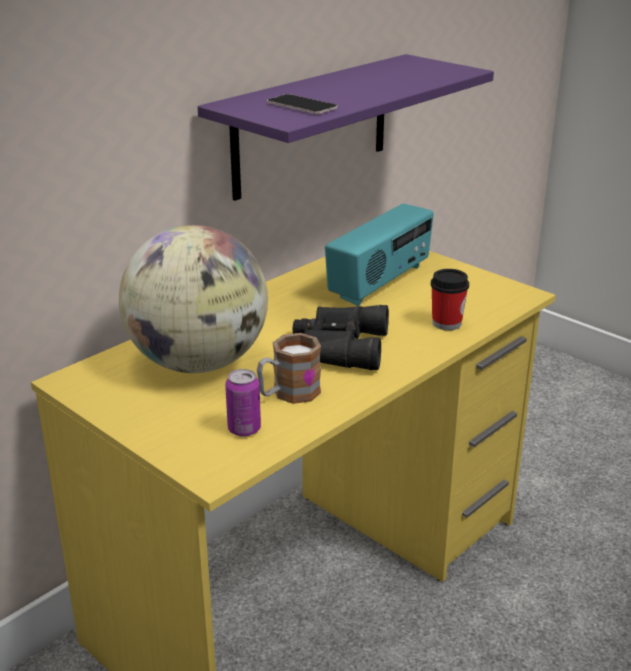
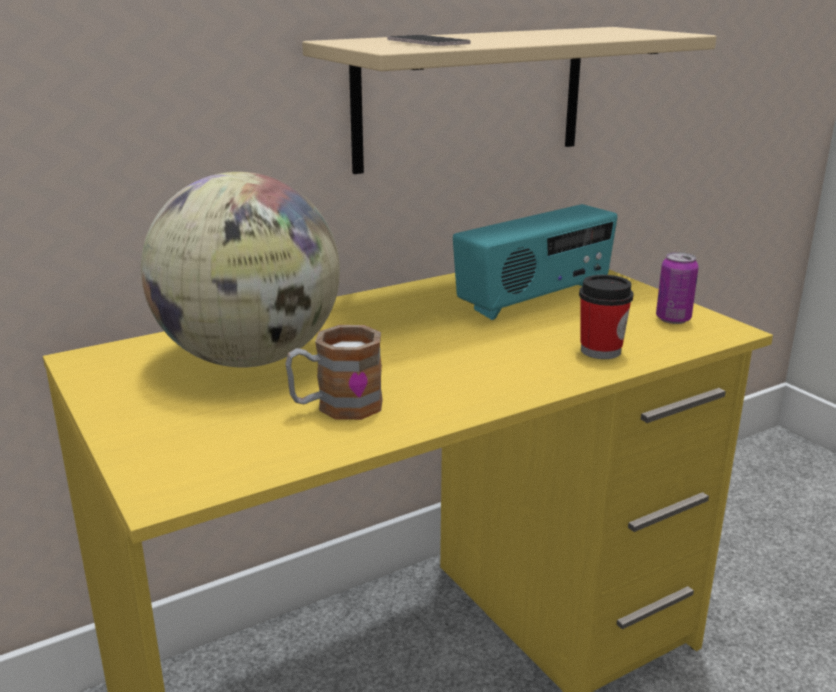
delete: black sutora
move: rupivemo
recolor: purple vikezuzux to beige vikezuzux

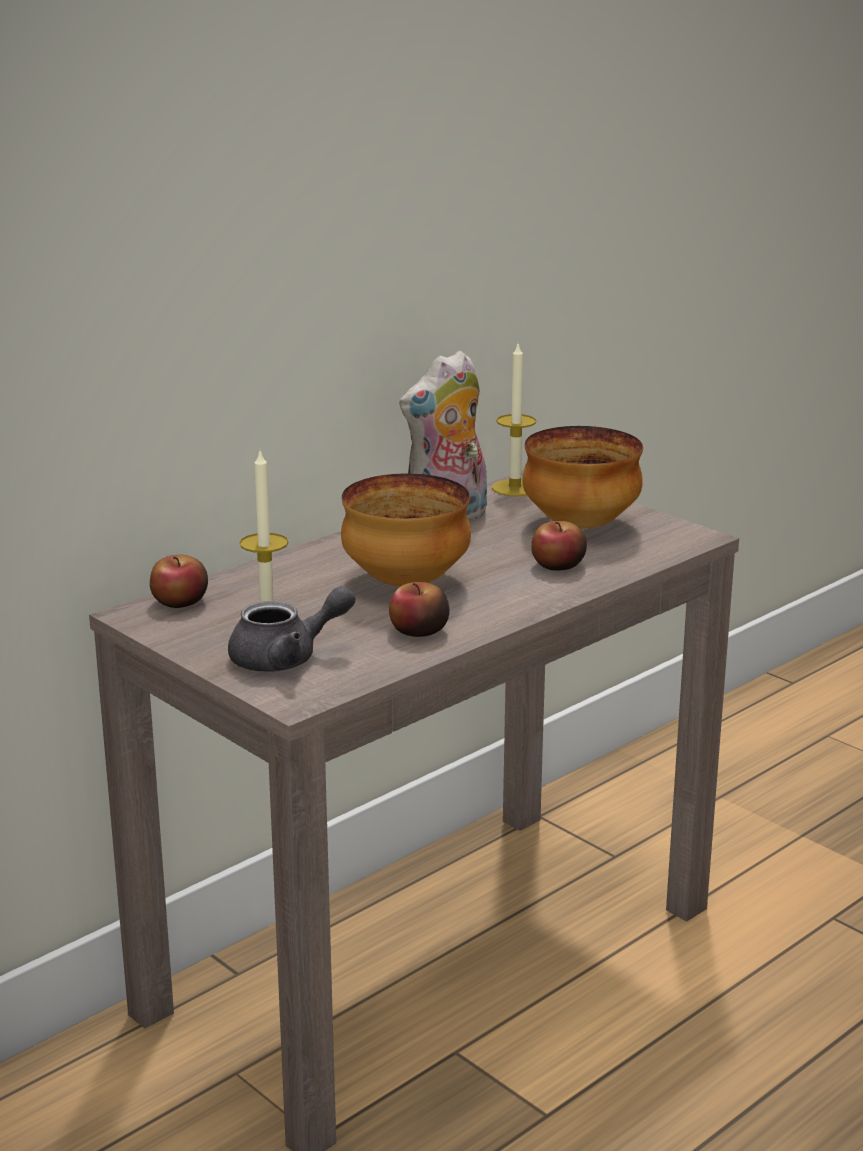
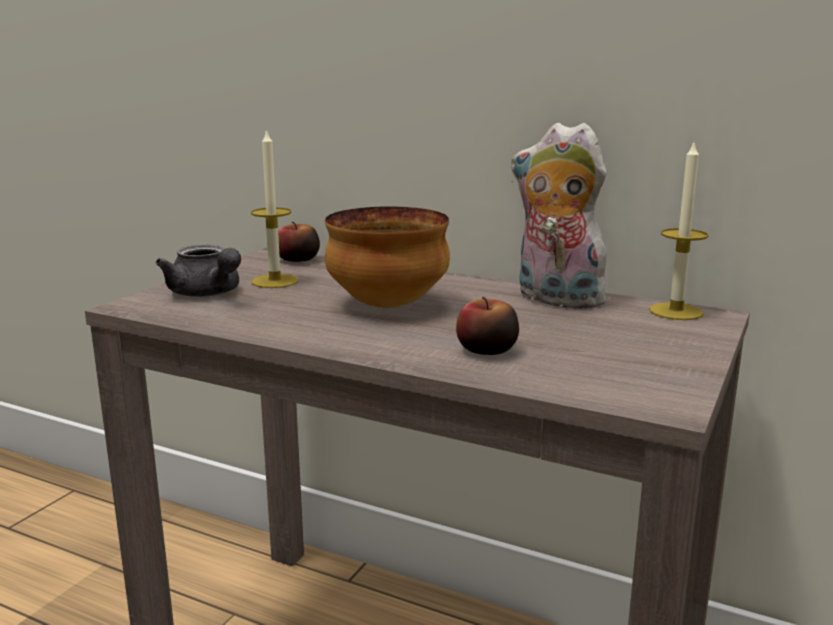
delete: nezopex (2nd from left); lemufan (2nd from left)

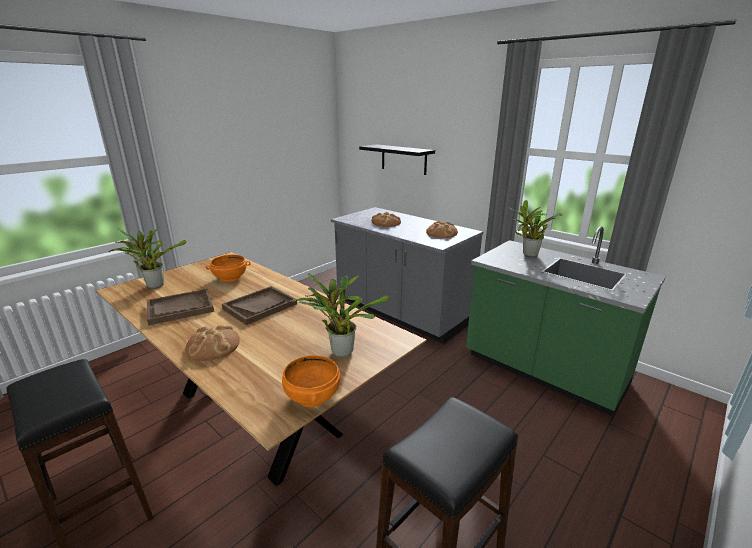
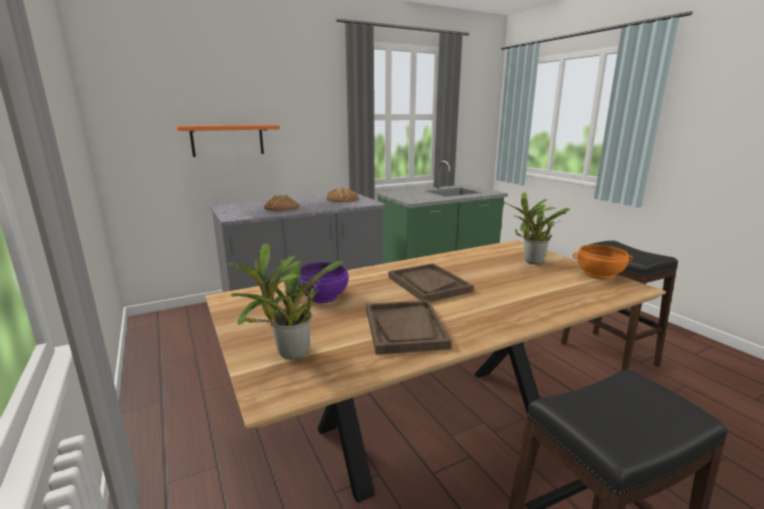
delete: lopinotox (1st from left); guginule (3rd from left)
recolor: black vikezuzux to orange vikezuzux; orange lemufan (1st from left) to purple lemufan

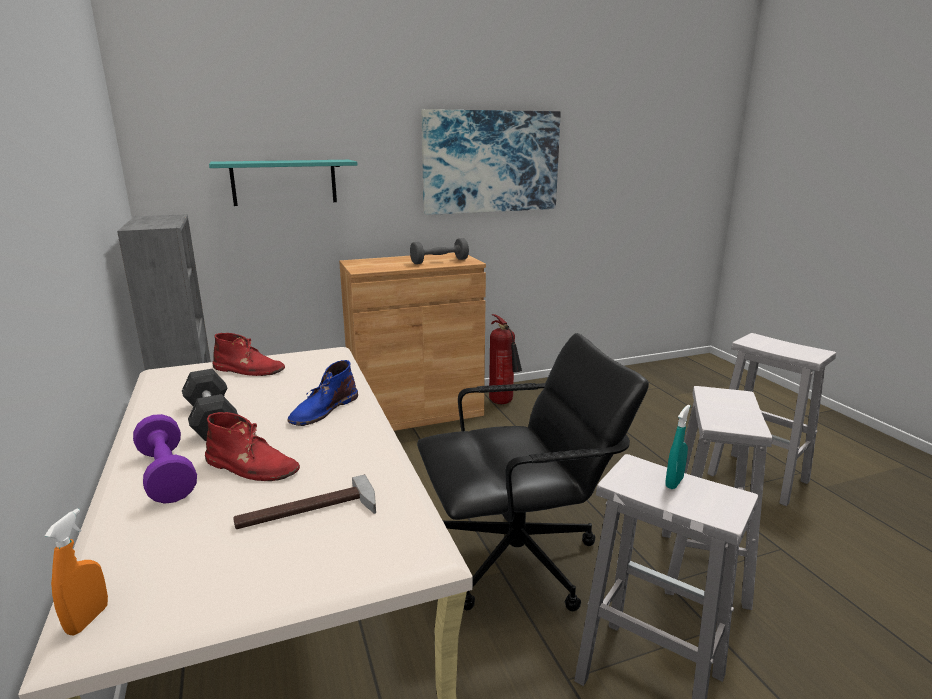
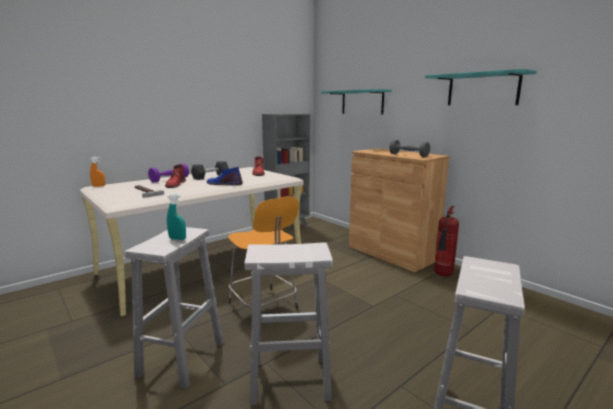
replace: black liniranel to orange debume; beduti to turquoise vikezuzux (2nd from left)

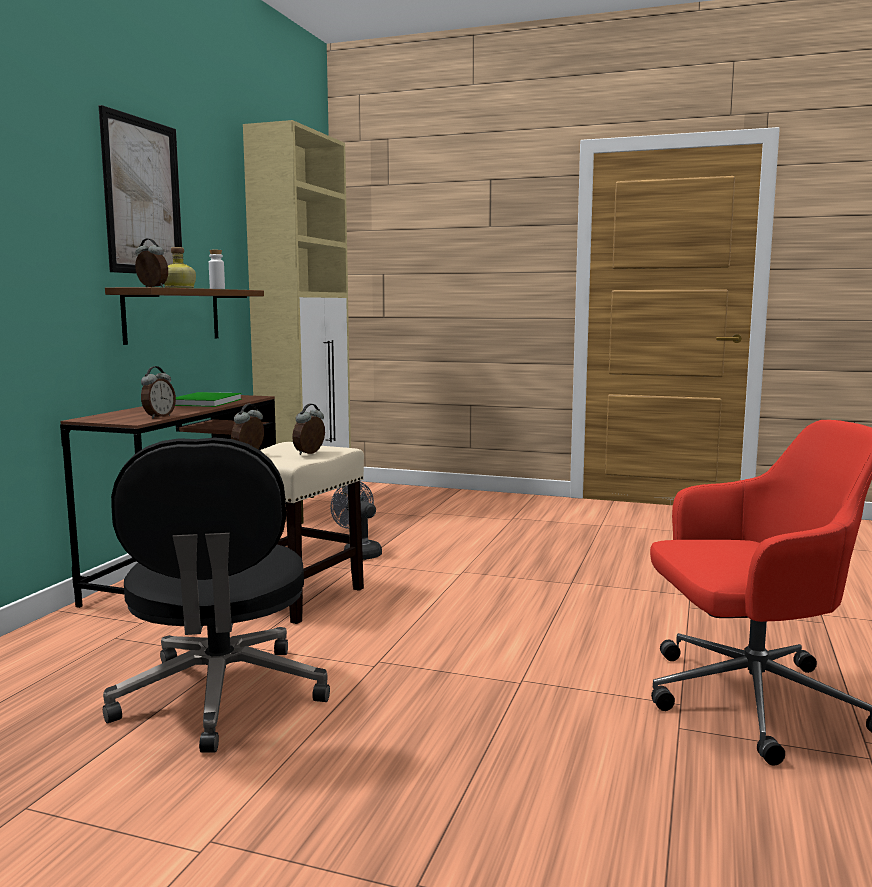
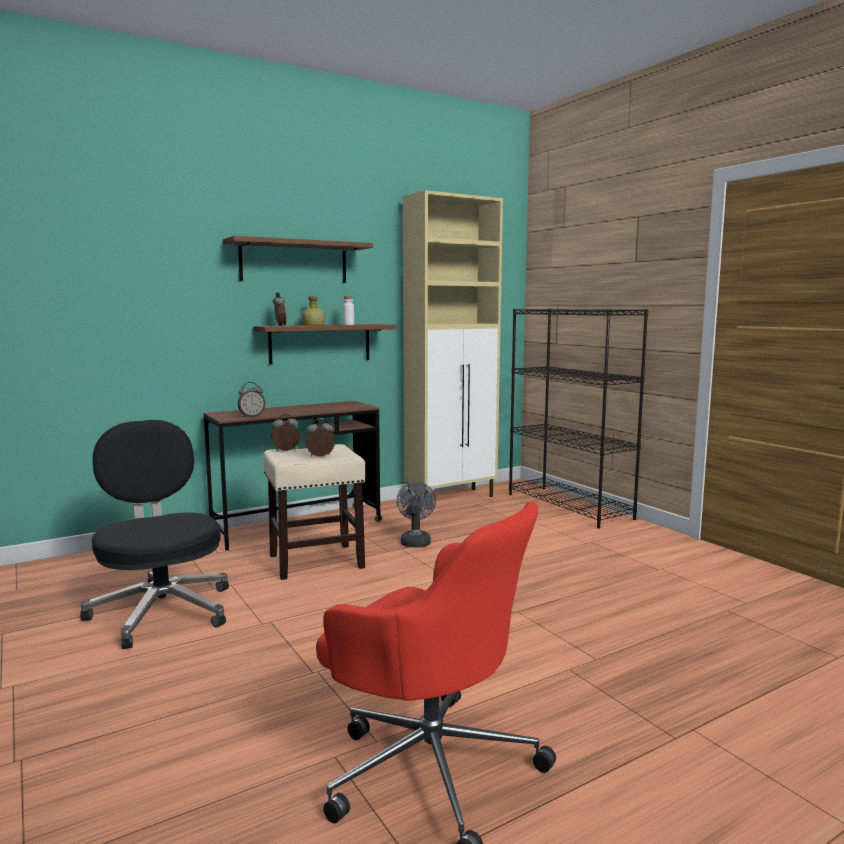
delete: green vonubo
insert: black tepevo
replace: beduti to brown vikezuzux (1st from left)
rotate: black liniranel 120 degrees clockwise

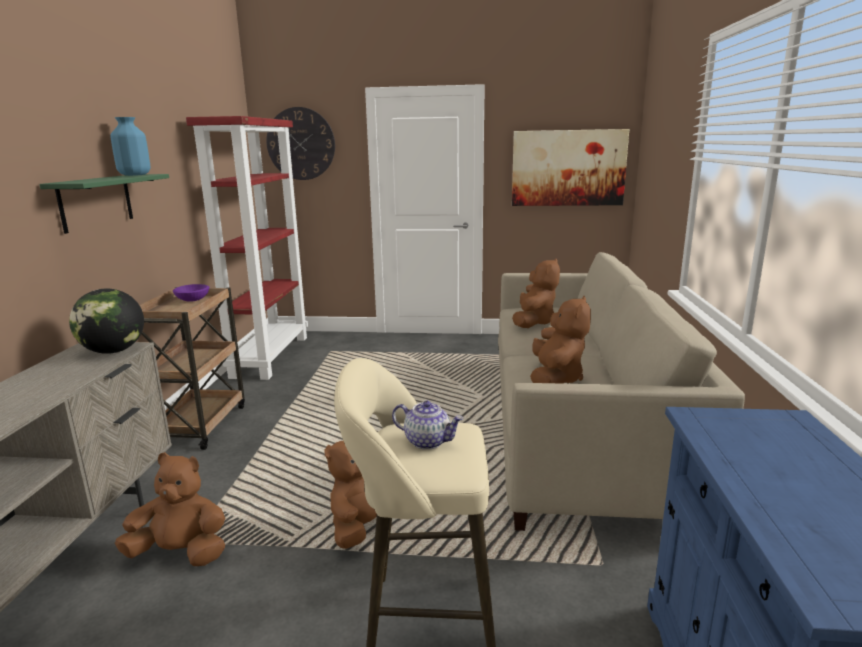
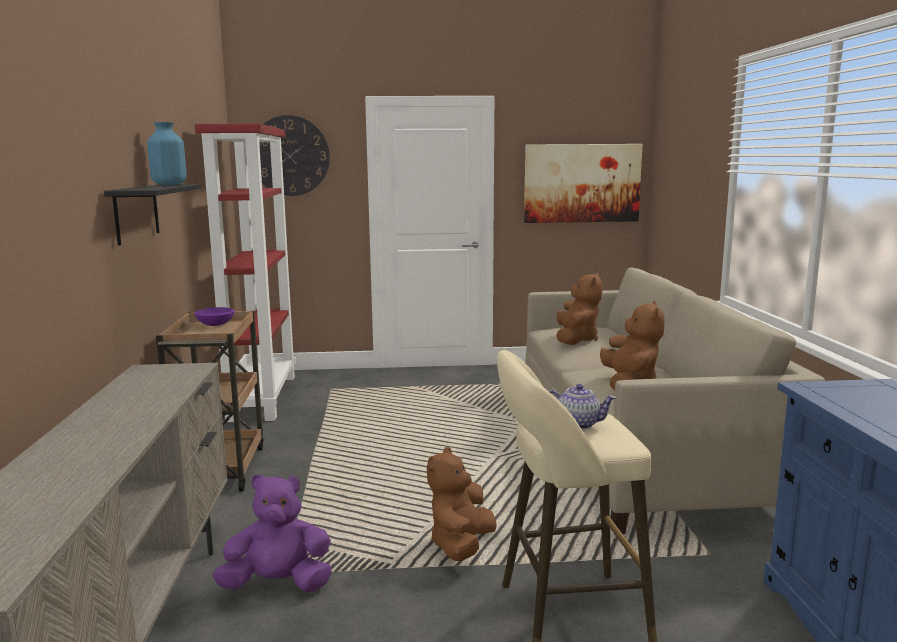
delete: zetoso
recolor: green vikezuzux to black vikezuzux; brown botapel (1st from left) to purple botapel

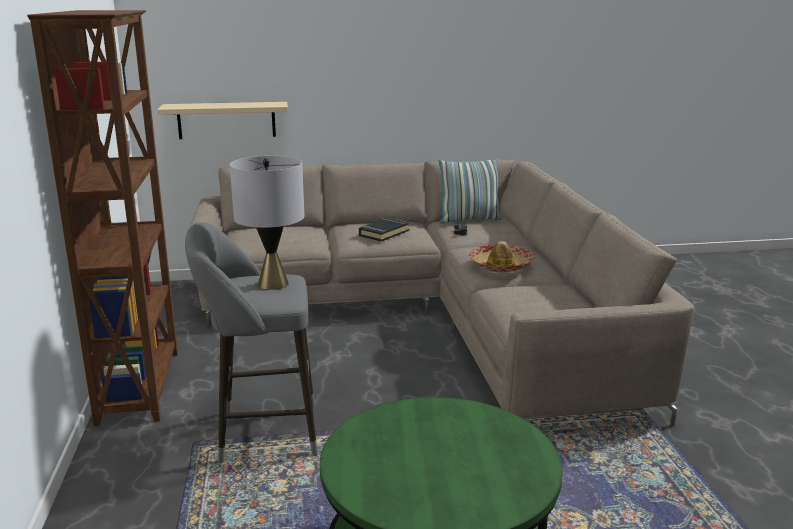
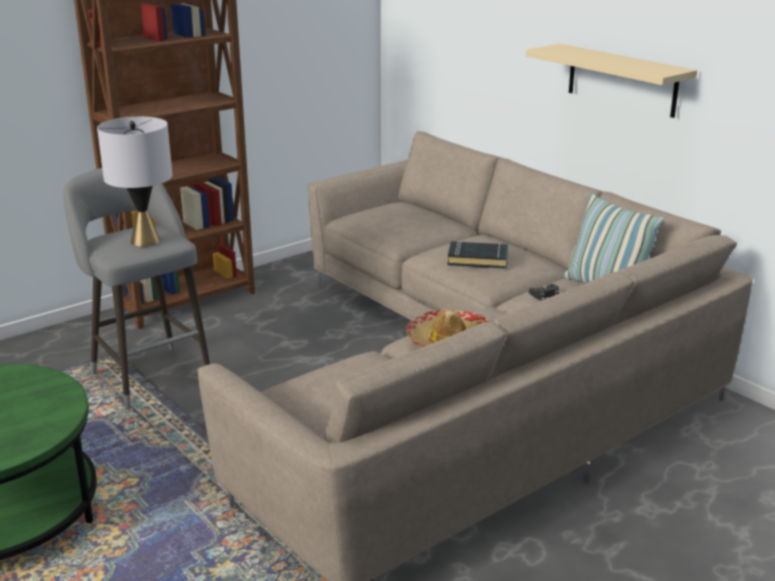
move: beige vikezuzux

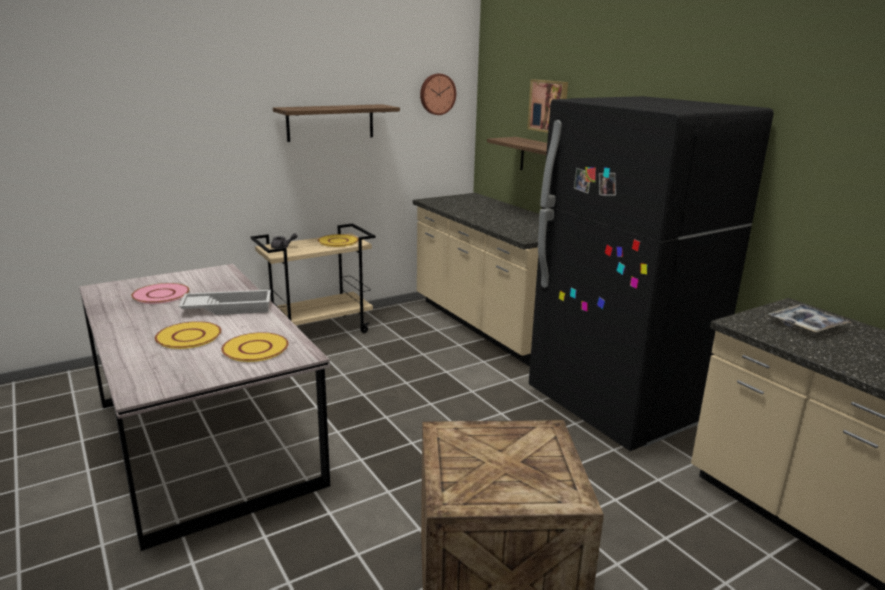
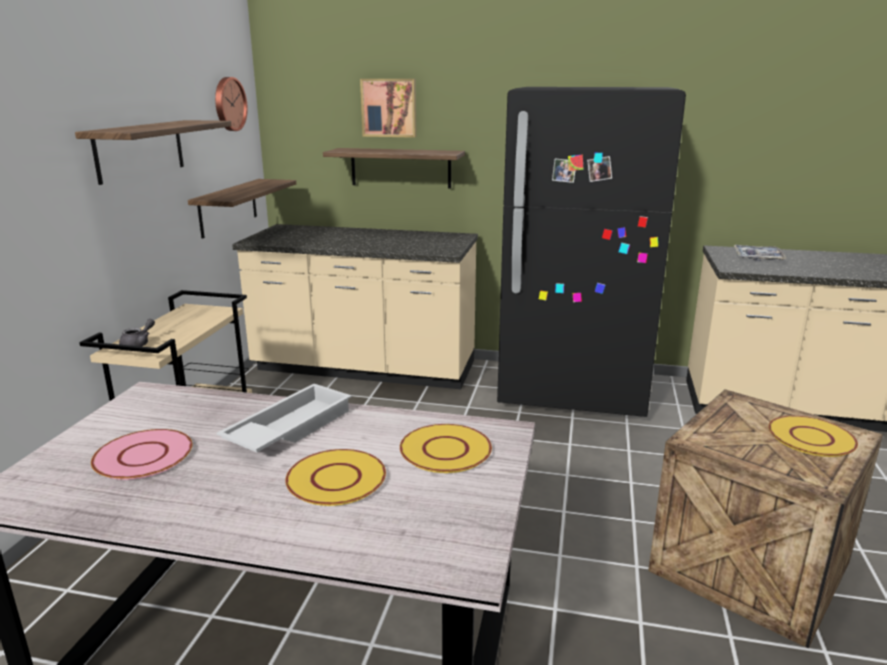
insert: vikezuzux (2nd from left)
move: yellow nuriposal (3rd from left)

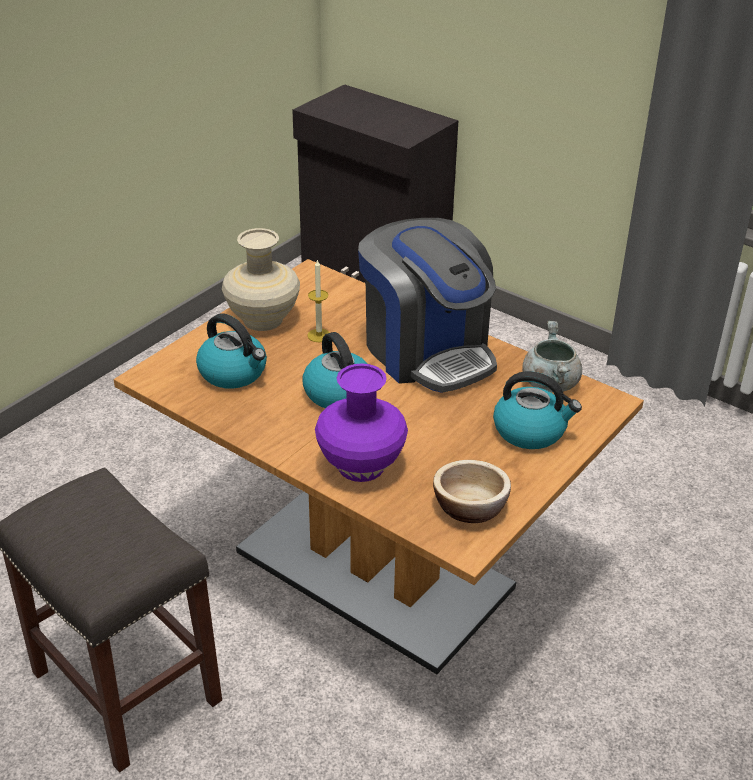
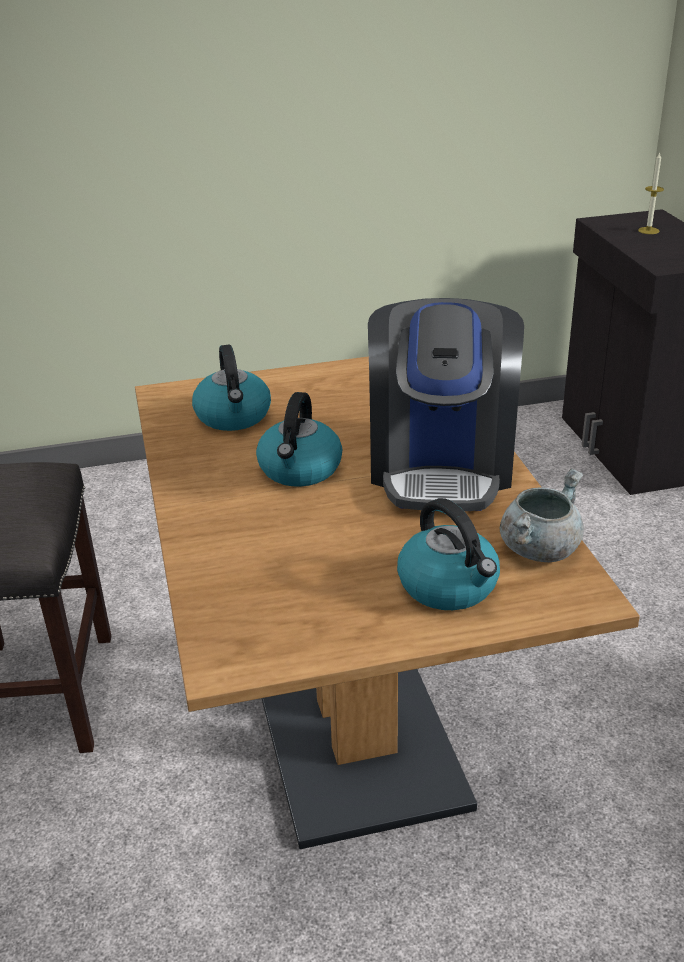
delete: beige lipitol; purple lipitol; lemufan
move: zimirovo

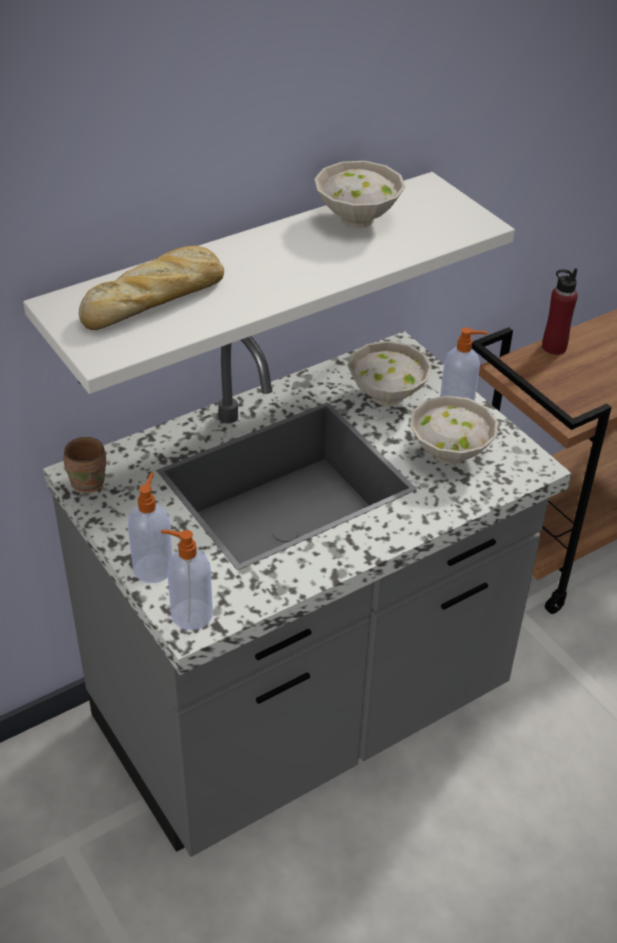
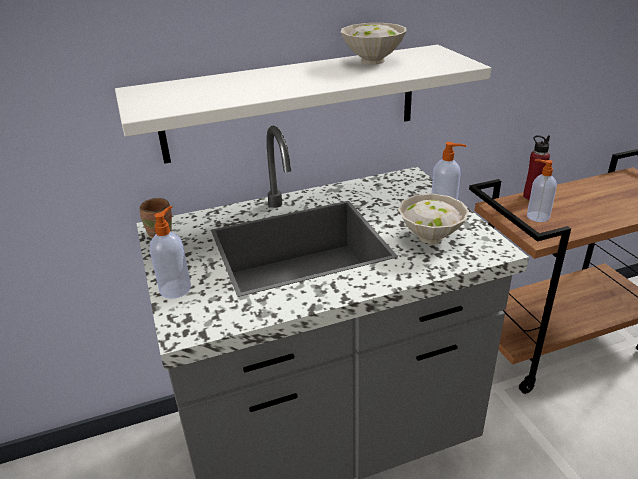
delete: lopinotox; white lemufan (2nd from left)
move: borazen (2nd from left in the first image) to borazen (3rd from left)

